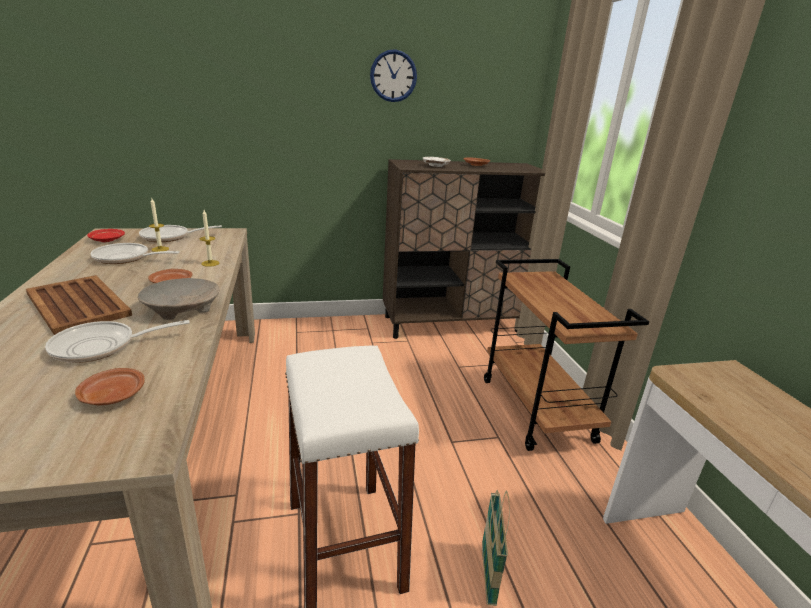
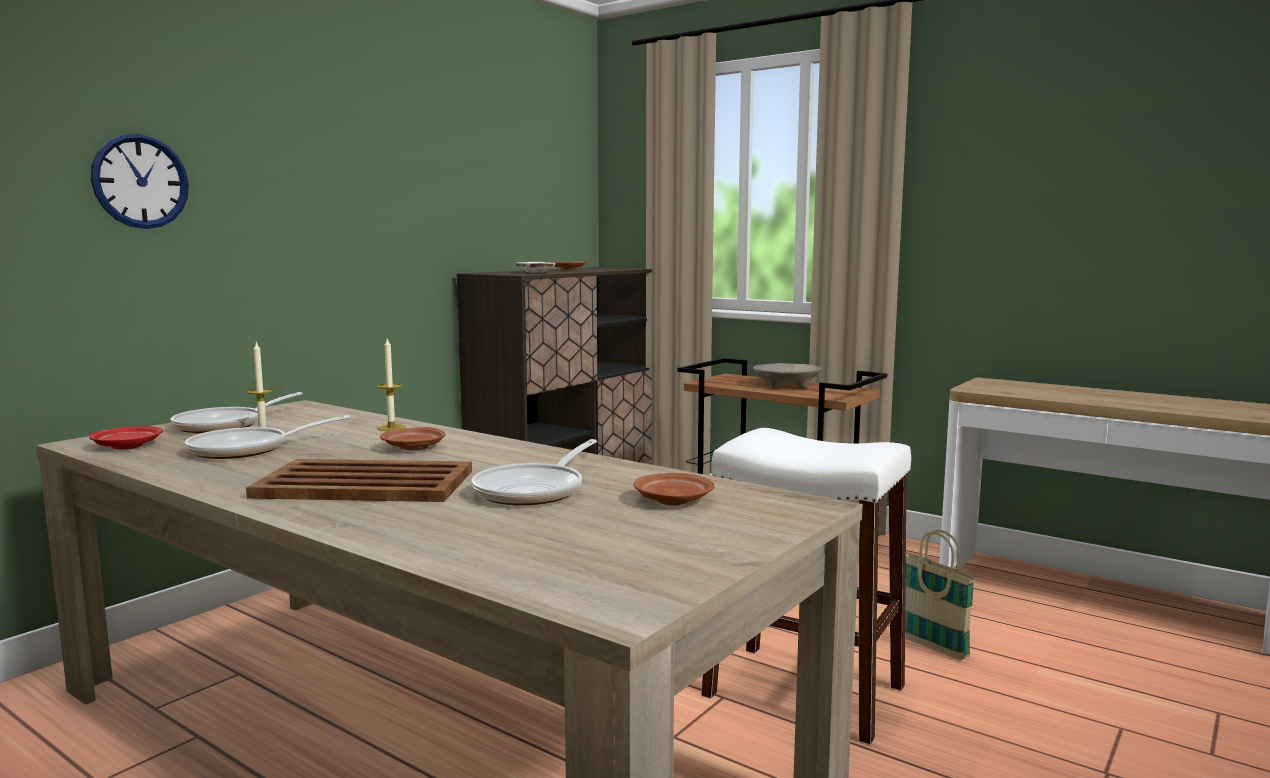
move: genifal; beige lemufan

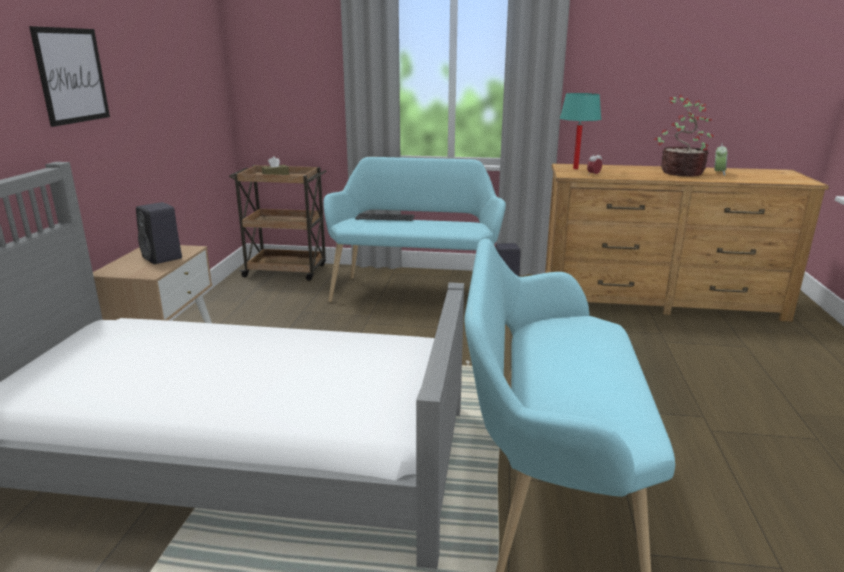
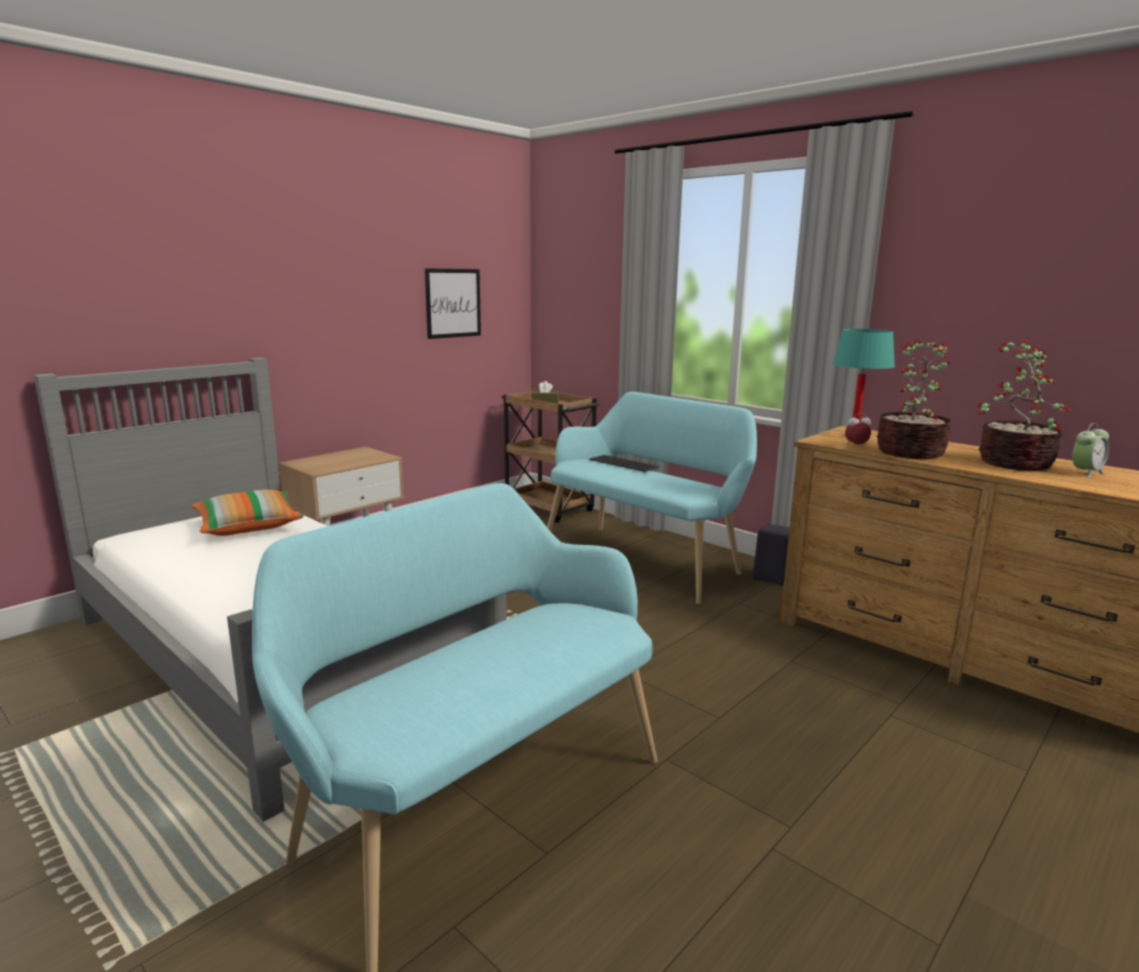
delete: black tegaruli (1st from left)
insert: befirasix; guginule (1st from left)
move: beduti

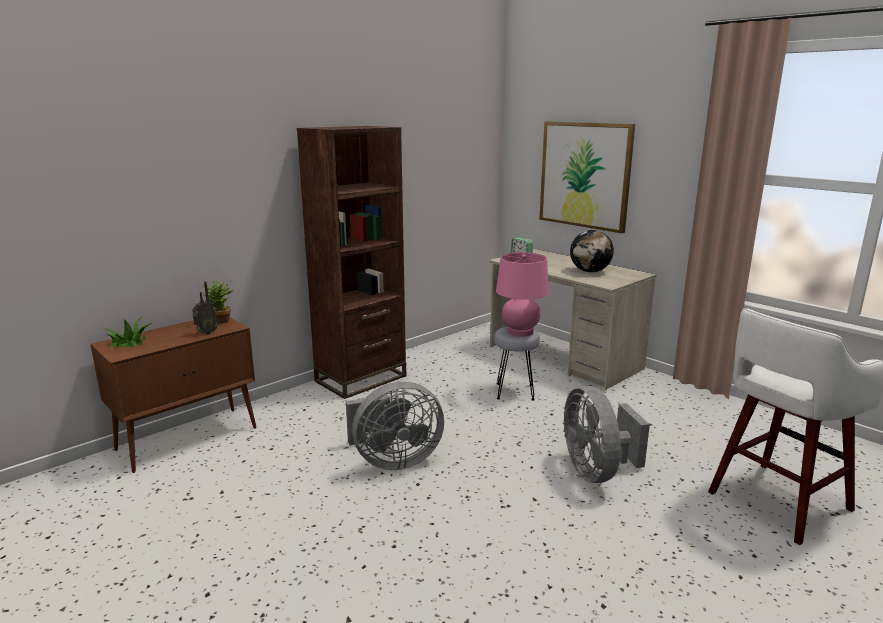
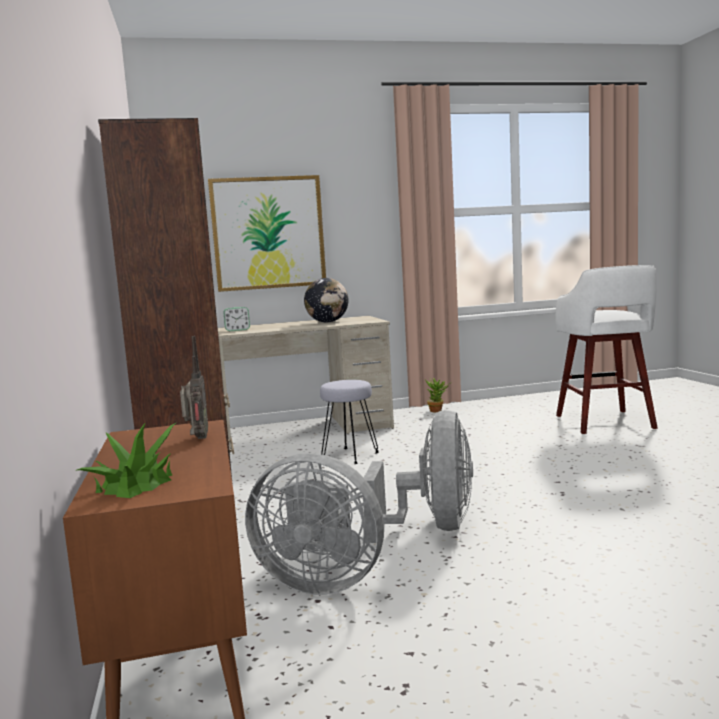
delete: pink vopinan
move: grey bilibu (2nd from left in the first image) to grey bilibu (1st from left); guginule (2nd from left)

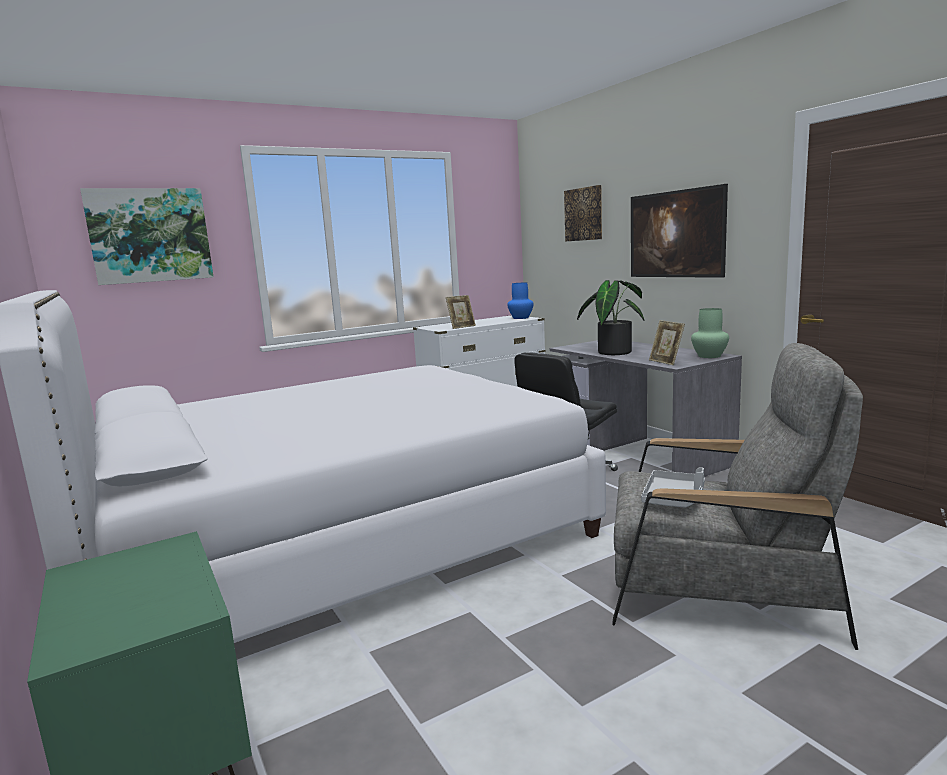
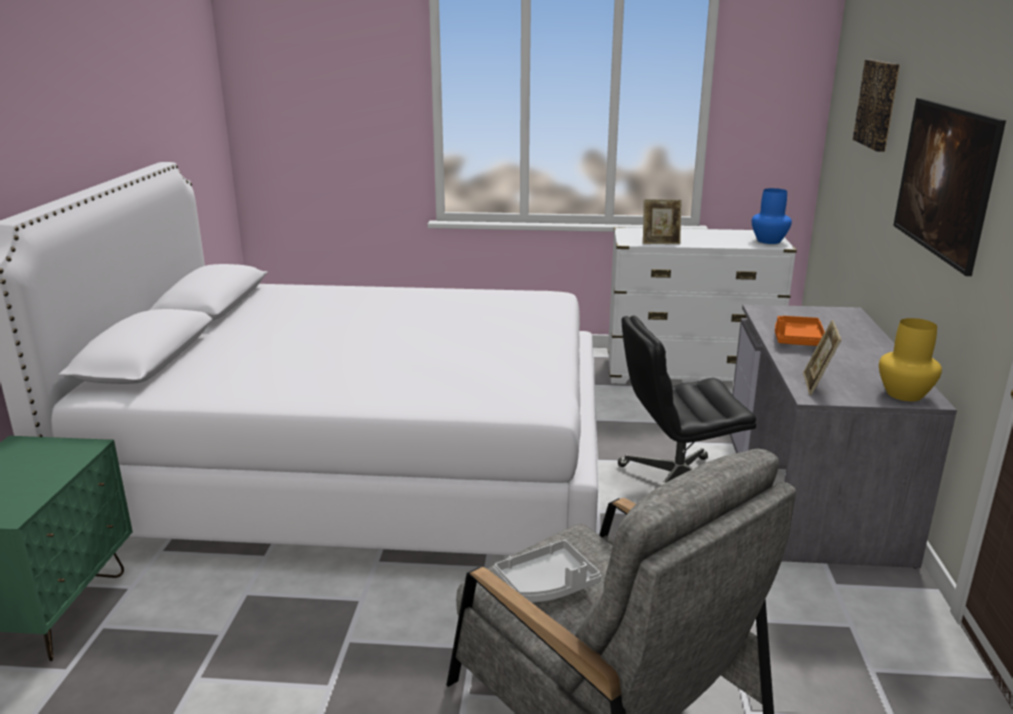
delete: beduti (1st from left)
replace: guginule to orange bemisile
recolor: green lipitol to yellow lipitol

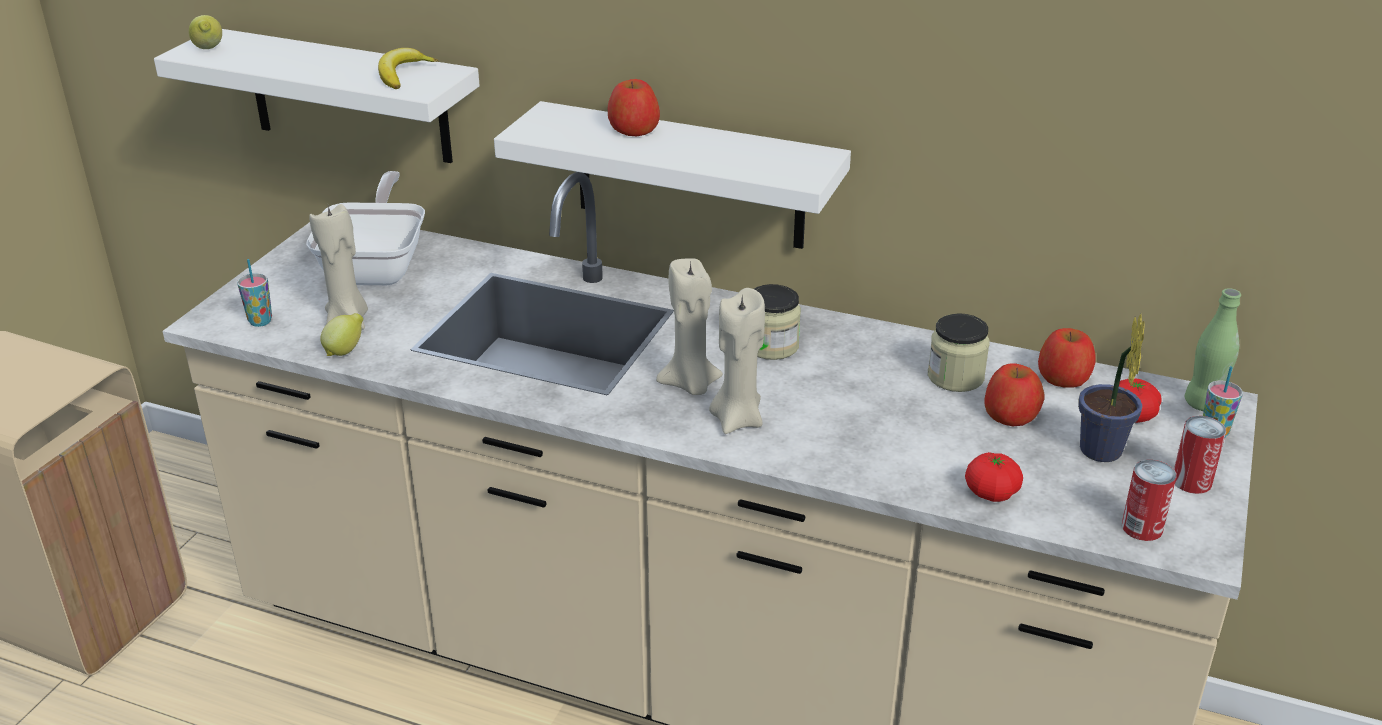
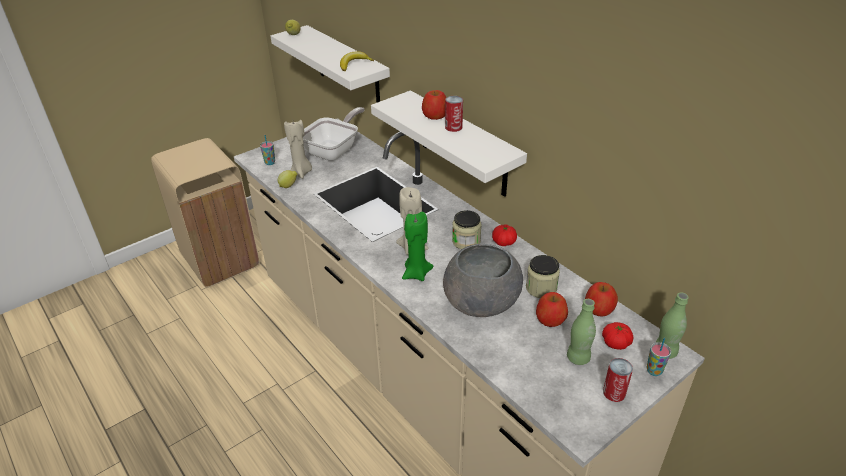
insert: grey lemufan
move: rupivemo (1st from left); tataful (1st from left)
replace: guginule to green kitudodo (1st from left)
recolor: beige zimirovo (3rd from left) to green zimirovo

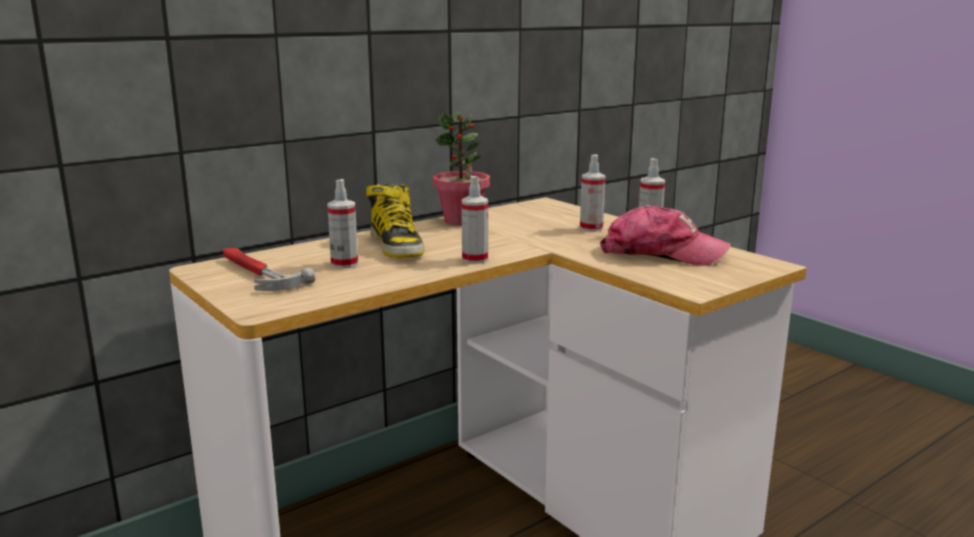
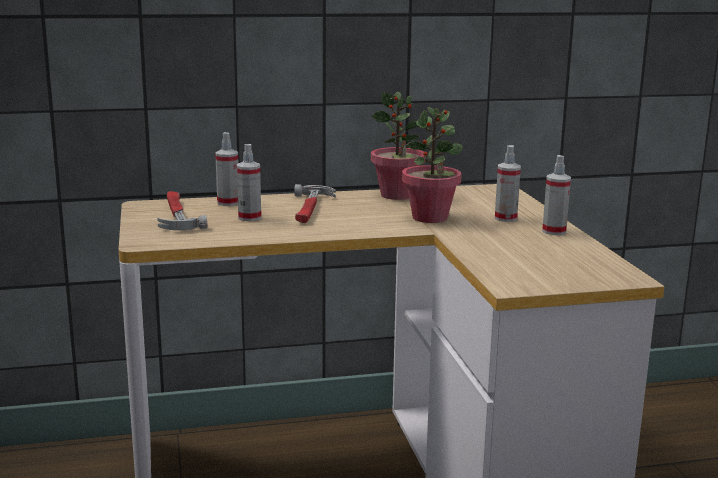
delete: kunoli
insert: guginule (2nd from left)
move: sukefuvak (2nd from left in the first image) to sukefuvak (1st from left)
replace: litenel to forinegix (2nd from left)

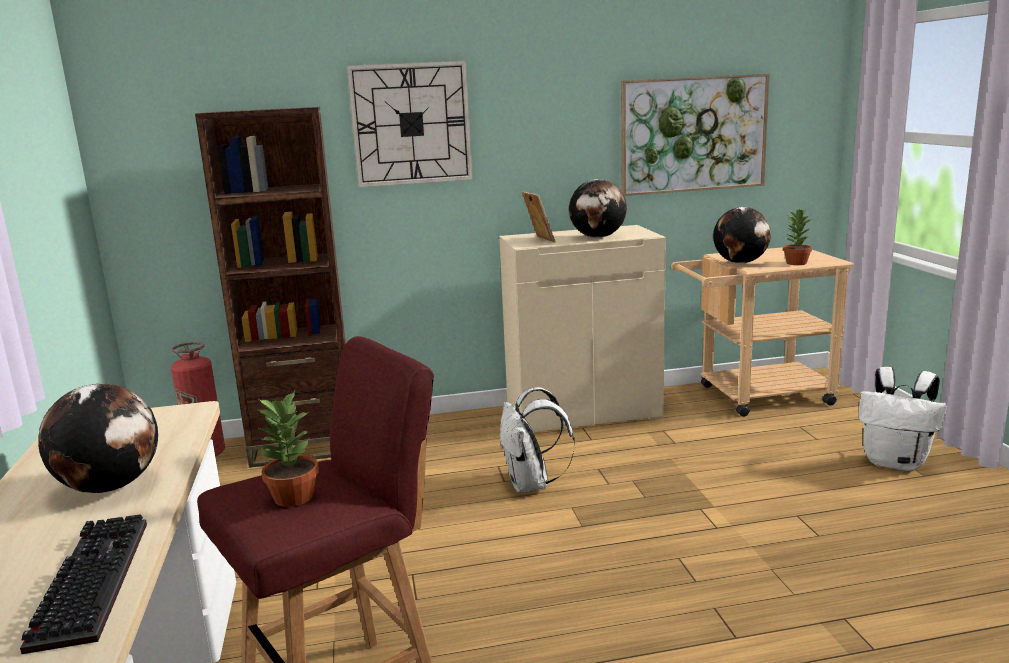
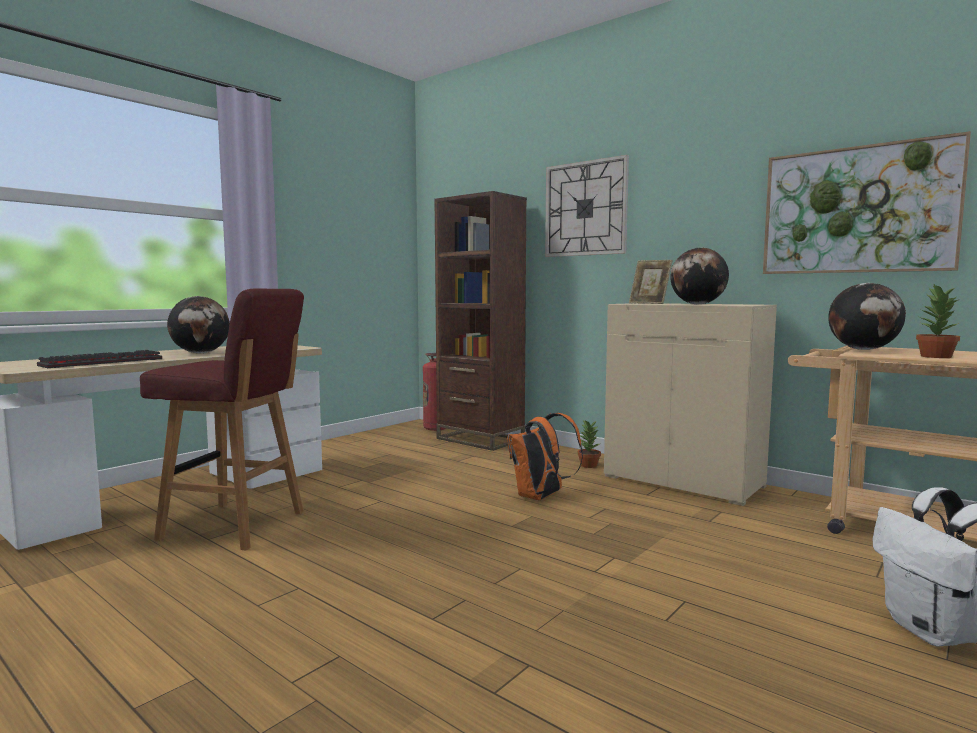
move: guginule (1st from left)
recolor: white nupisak (1st from left) to orange nupisak
rotate: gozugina 105 degrees clockwise

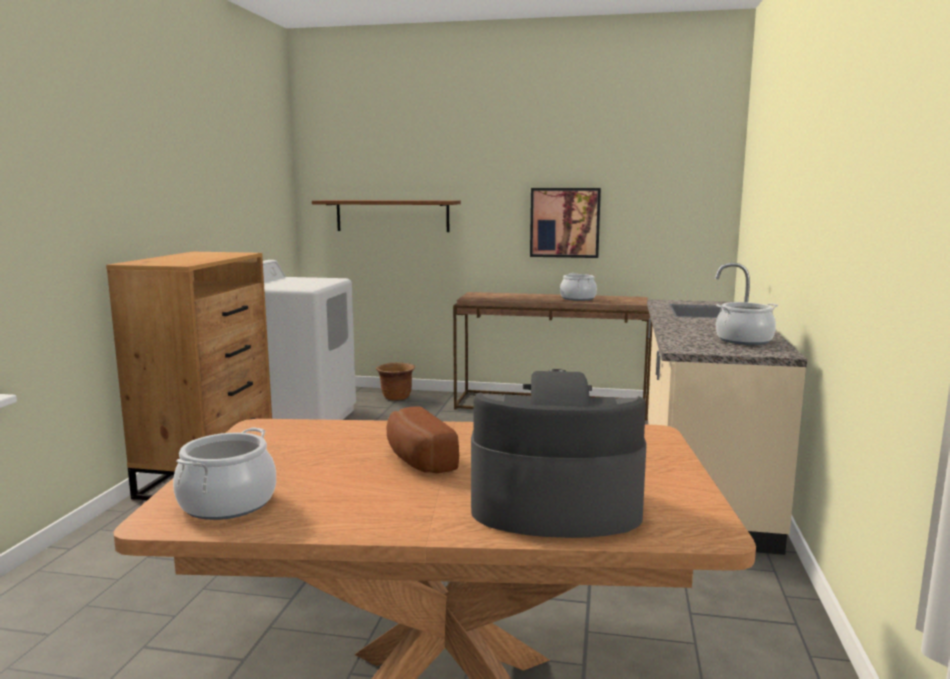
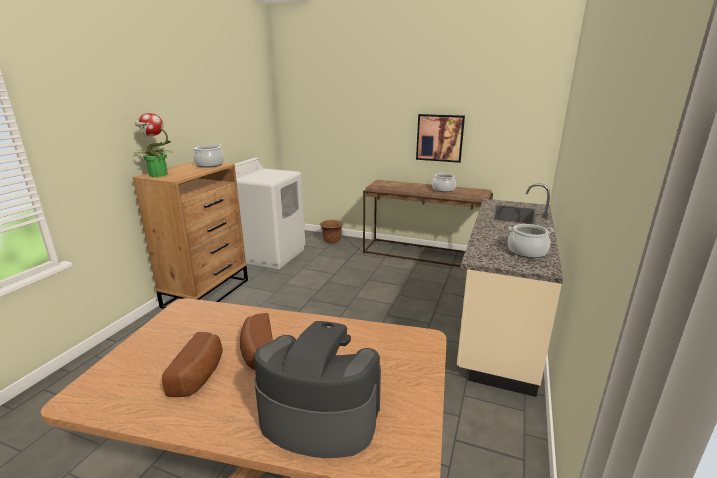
delete: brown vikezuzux
insert: guginule; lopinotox (1st from left)
move: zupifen (1st from left)

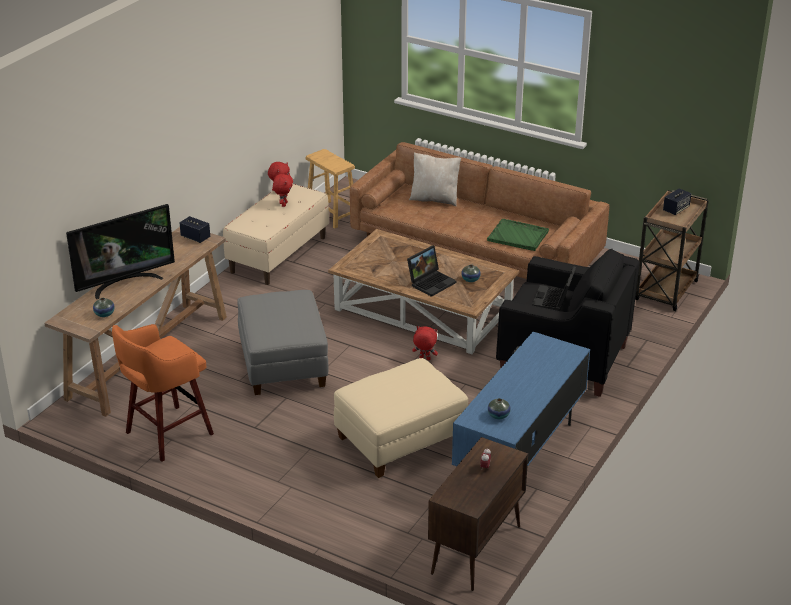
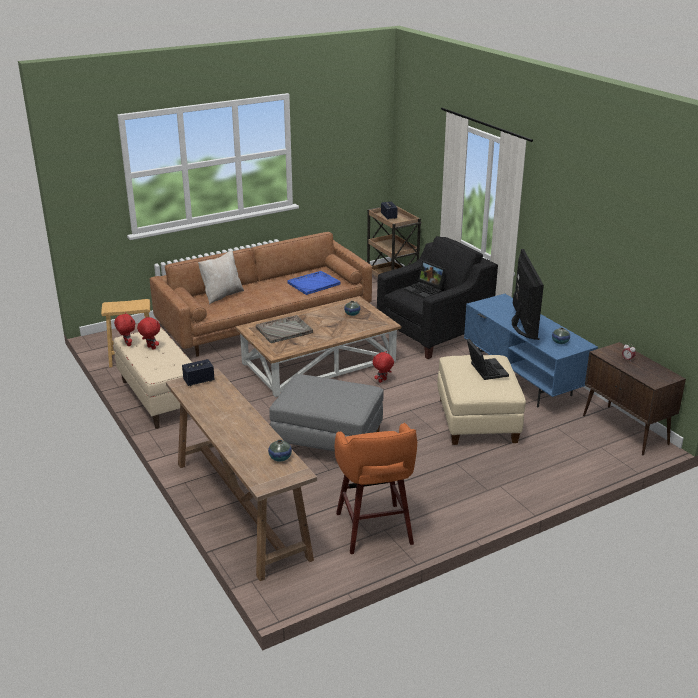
insert: grey bemisile
move: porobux (1st from left in the first image) to porobux (2nd from left); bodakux
recolor: green bemisile to blue bemisile

